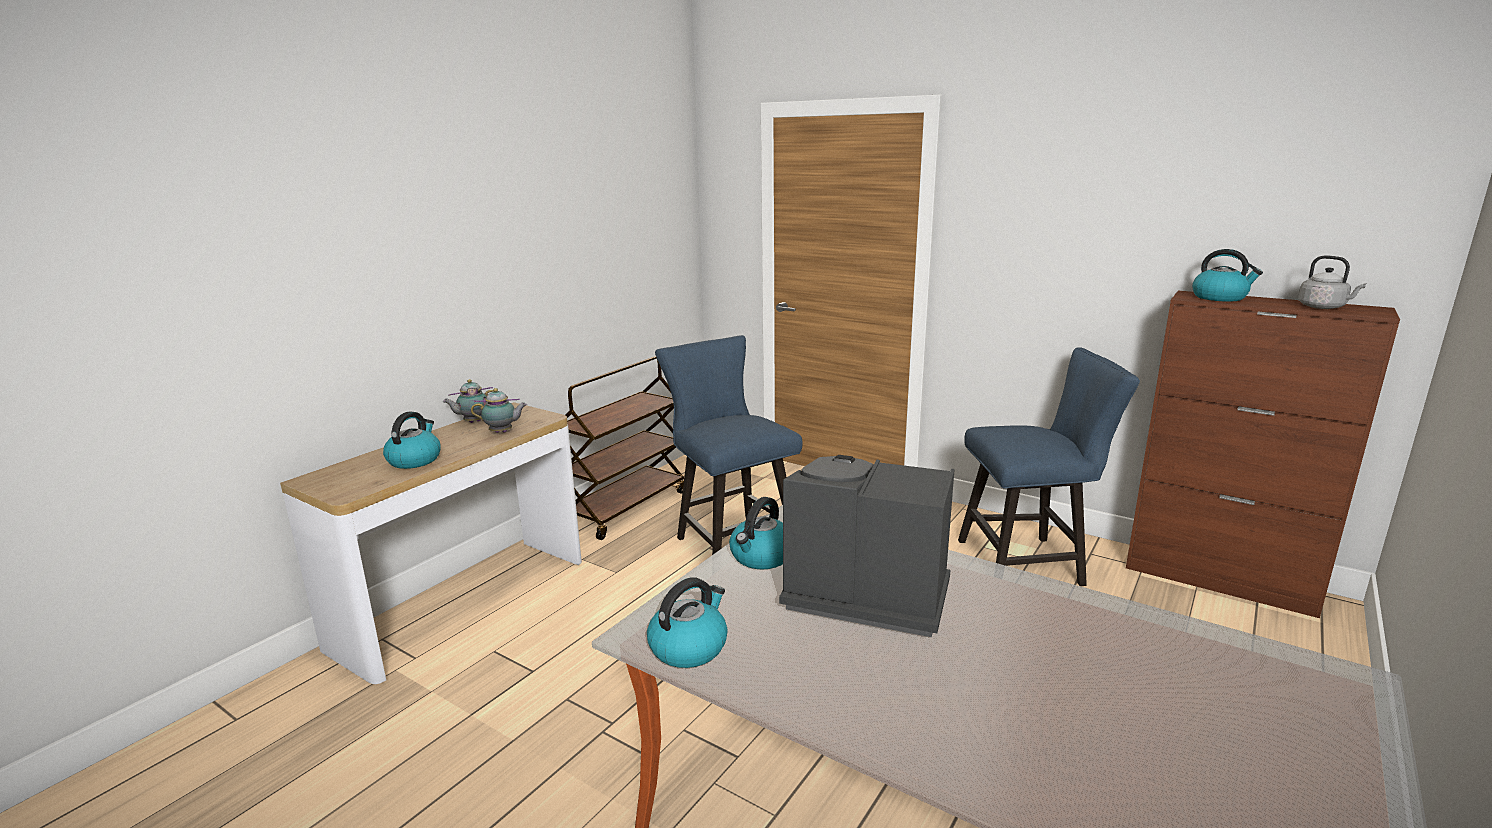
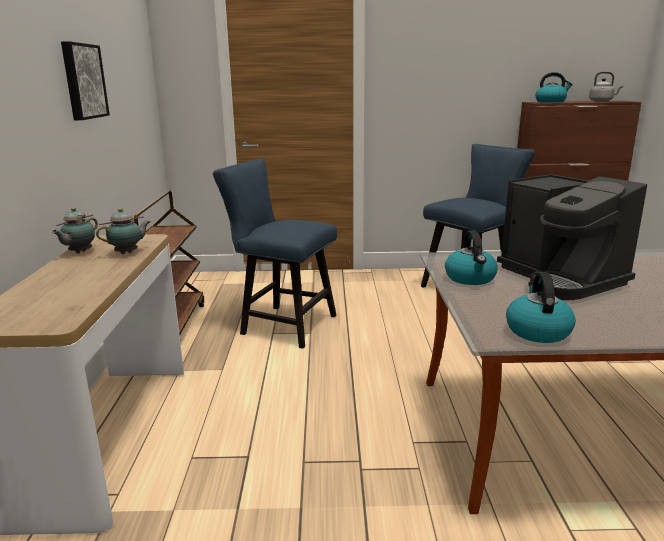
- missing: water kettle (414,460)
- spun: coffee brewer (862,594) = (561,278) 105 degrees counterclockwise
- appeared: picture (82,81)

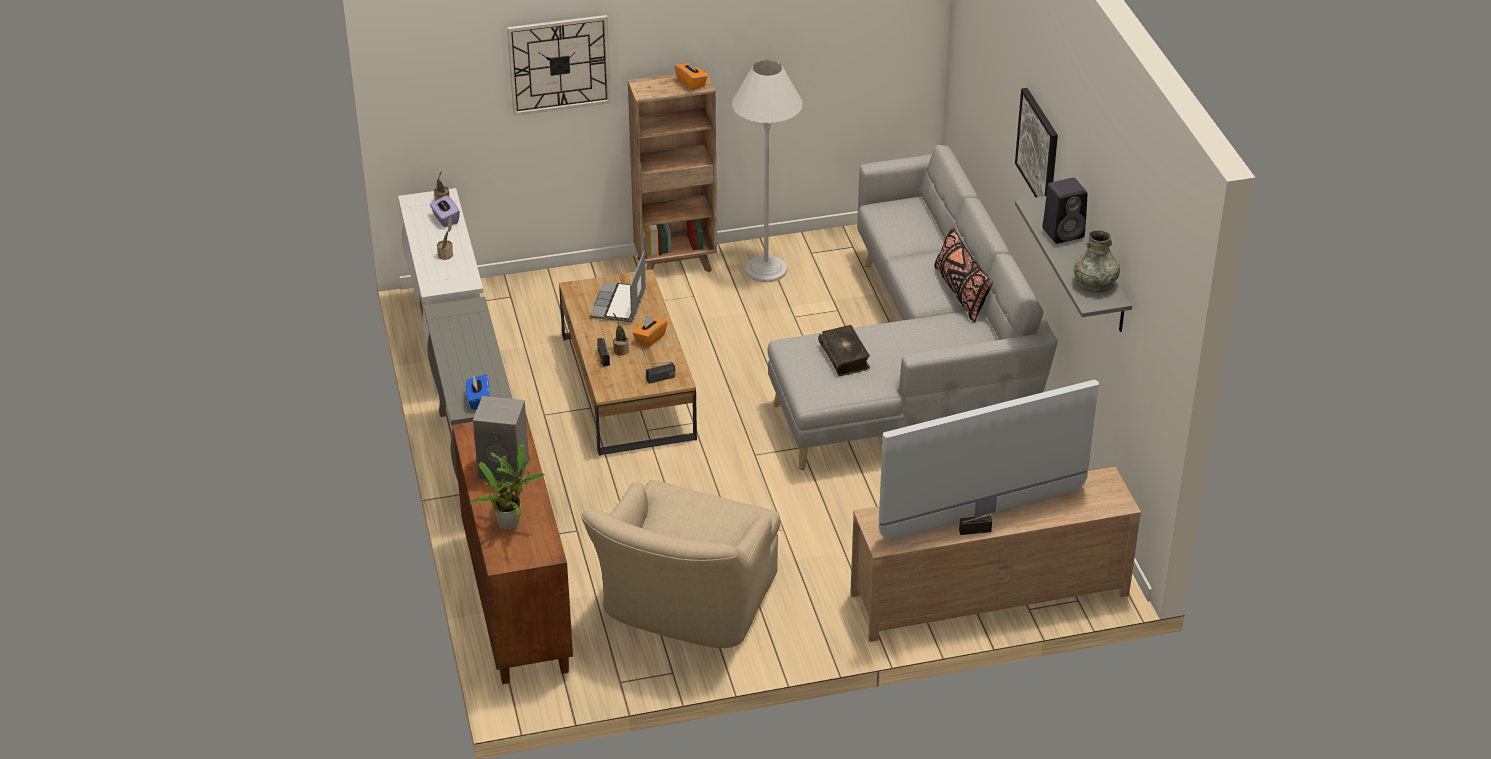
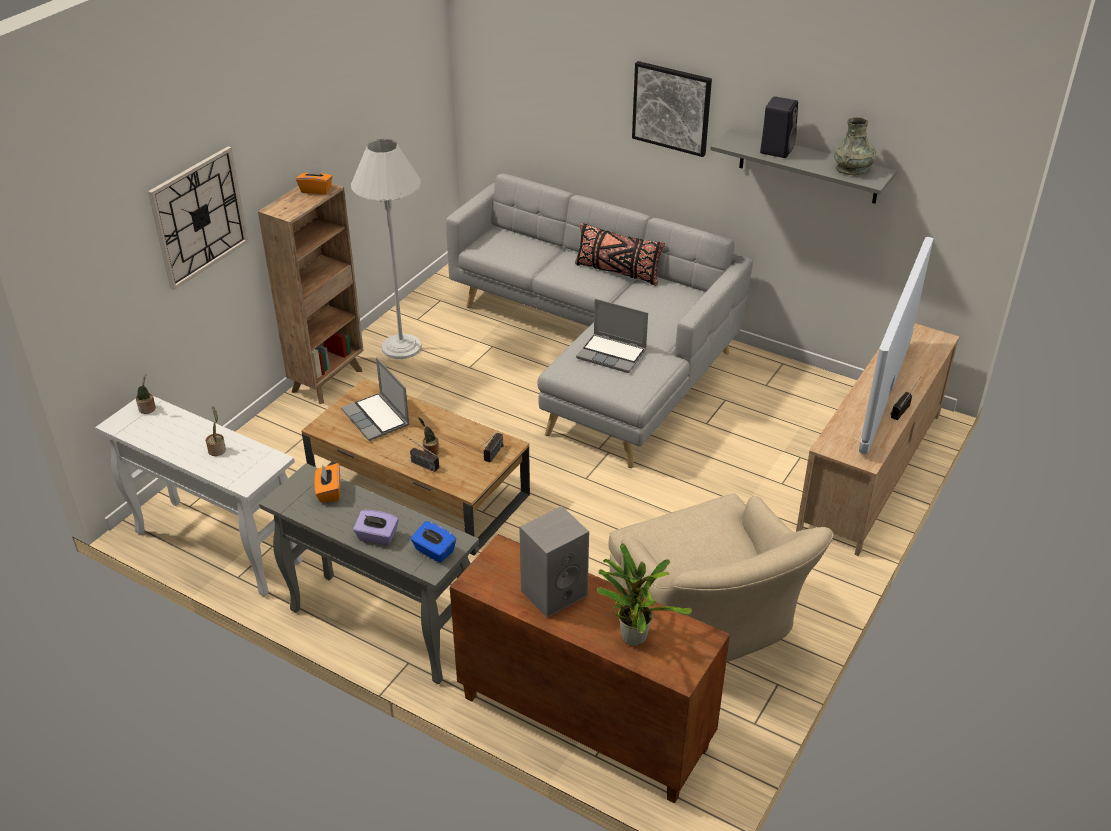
- relocated: purplish box of tissues (445,219) to (377,537)
- relocated: orangey box of tissues (650,338) to (329,492)
- exchanged: bound book (845,356) to portable computer (612,354)

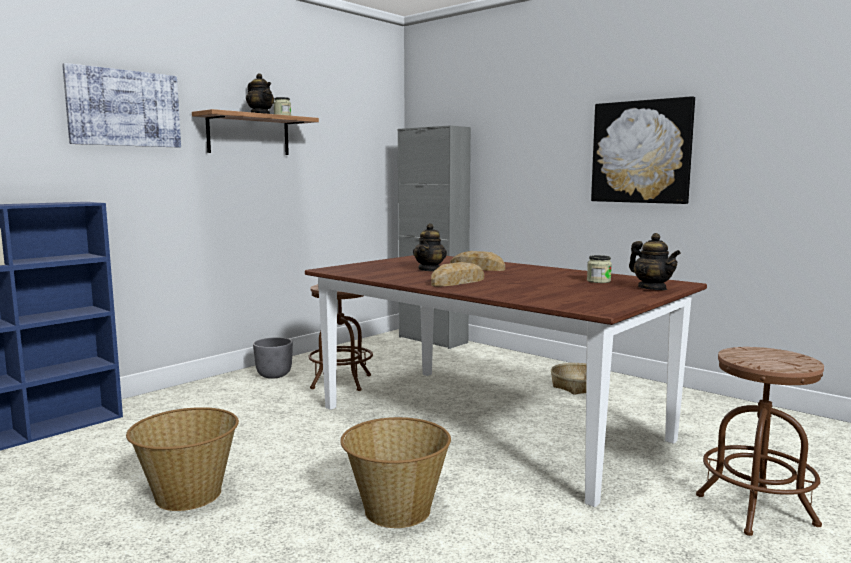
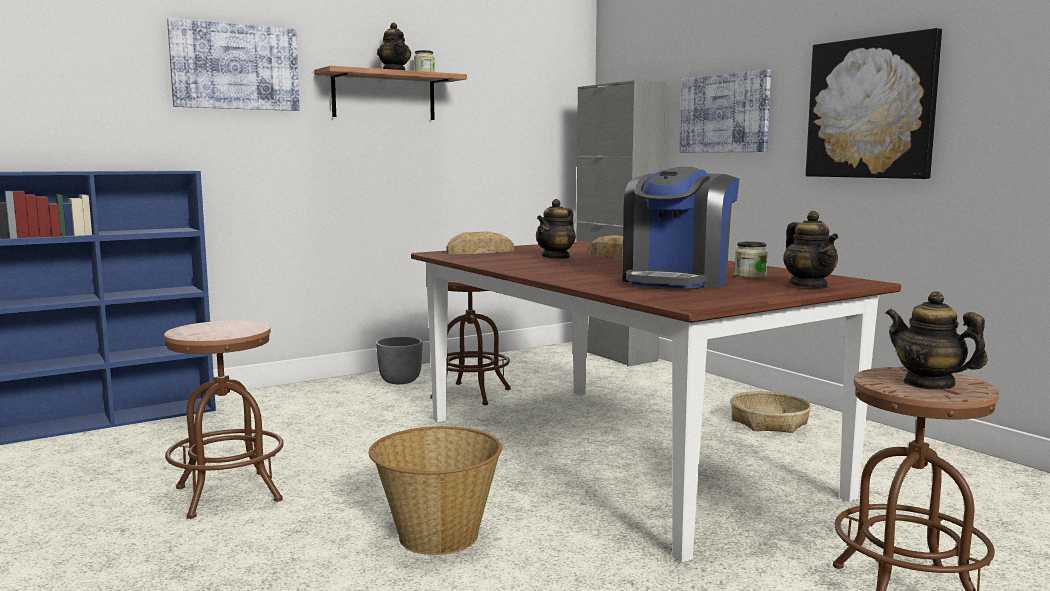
- exchanged: basket (188,495) to brown sitting stool (228,494)
- relocated: bakery bread (458,282) to (480,252)
- appeared: coffee brewer (677,281)
- appeared: picture (724,113)
- appeared: pot for tea (929,384)

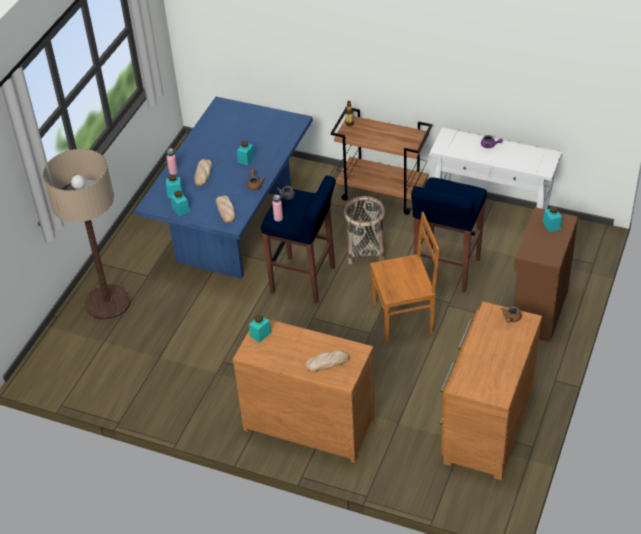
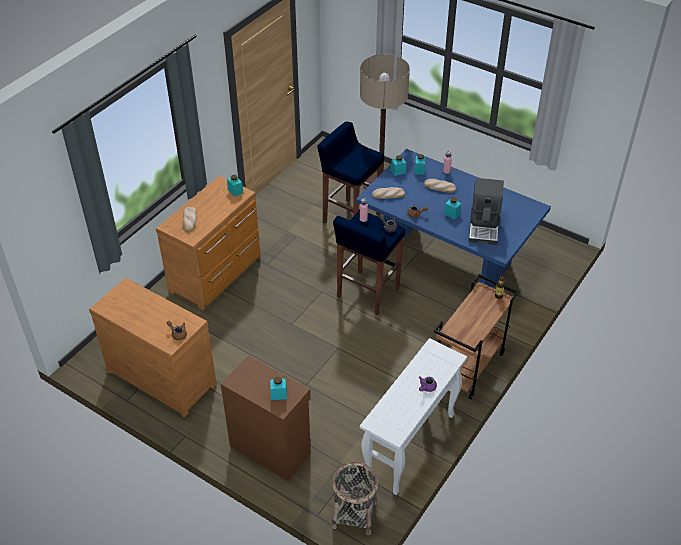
- relocated: basket (365,251) to (354,514)
- missing: brown chair (404,318)
- relocated: blue sitting stool (446,270) to (350,218)
- appeared: coffee brewer (484,227)

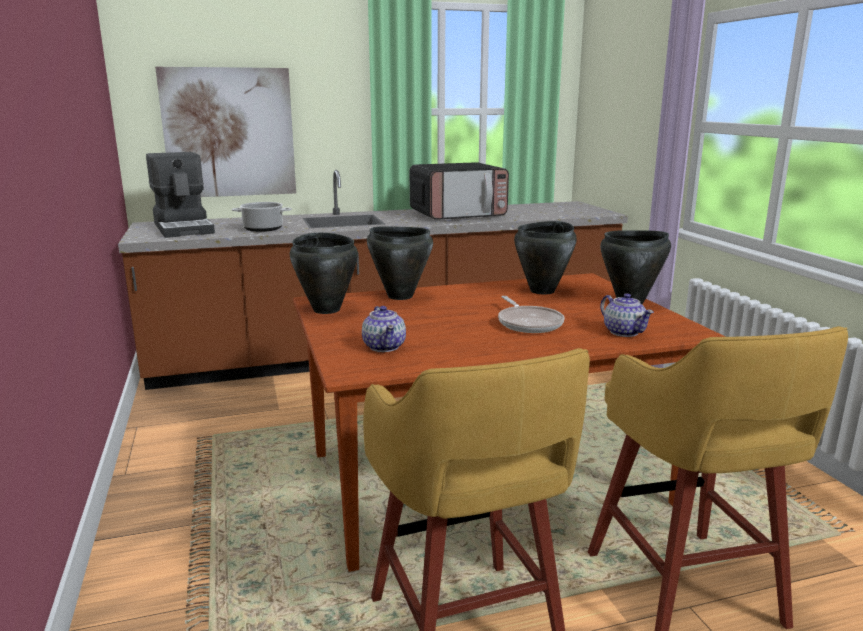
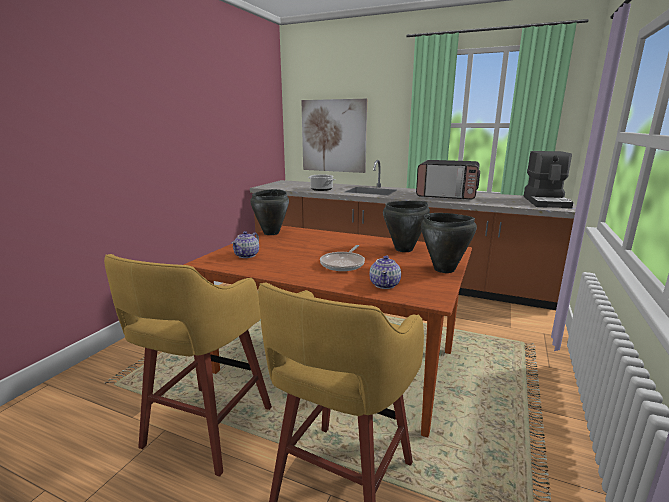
- relocated: coffee brewer (184,228) to (546,202)
- missing: black-coloured saucepot (400,296)

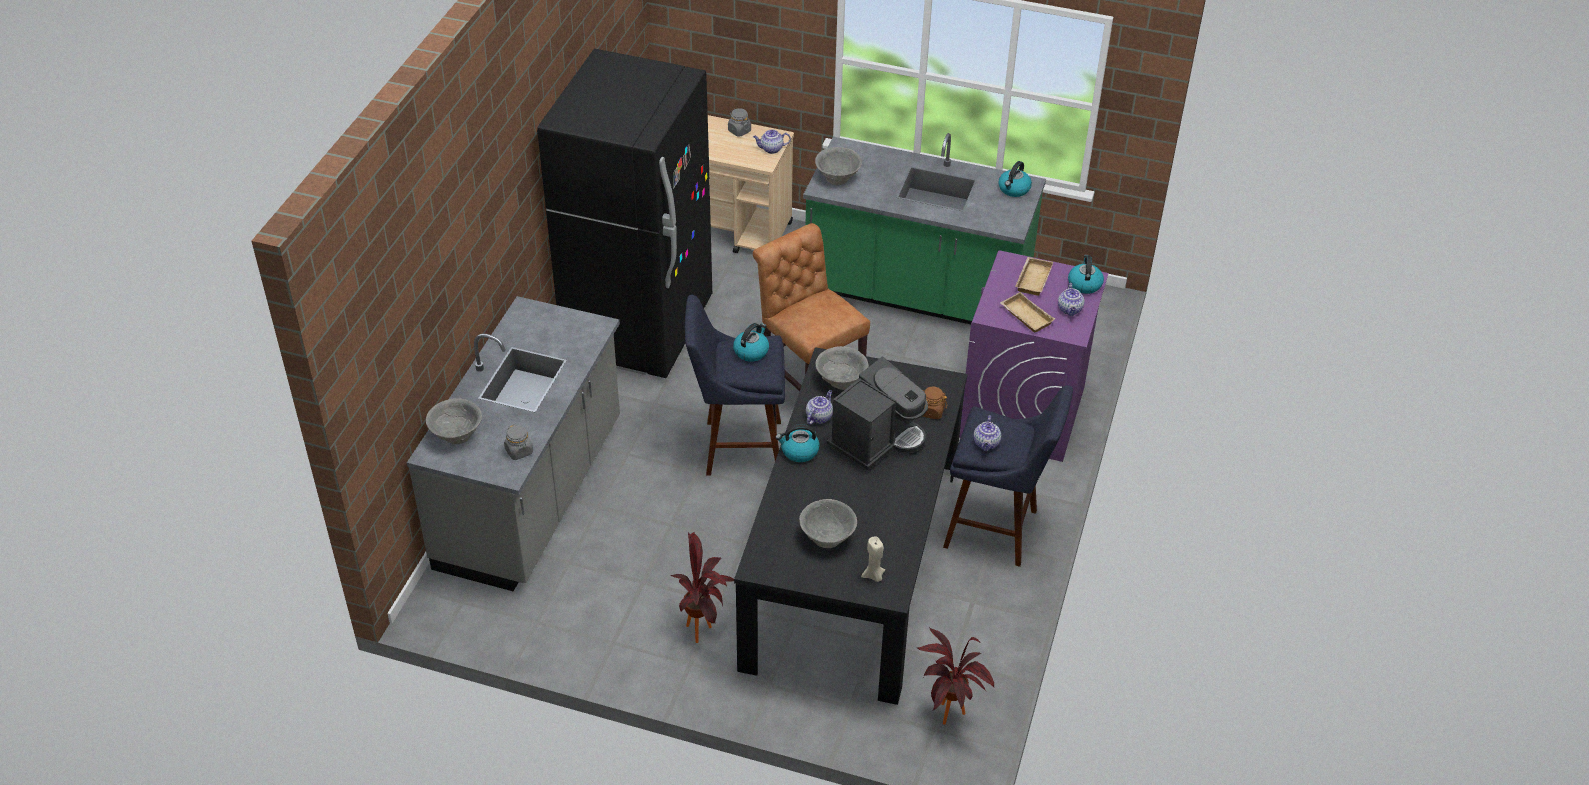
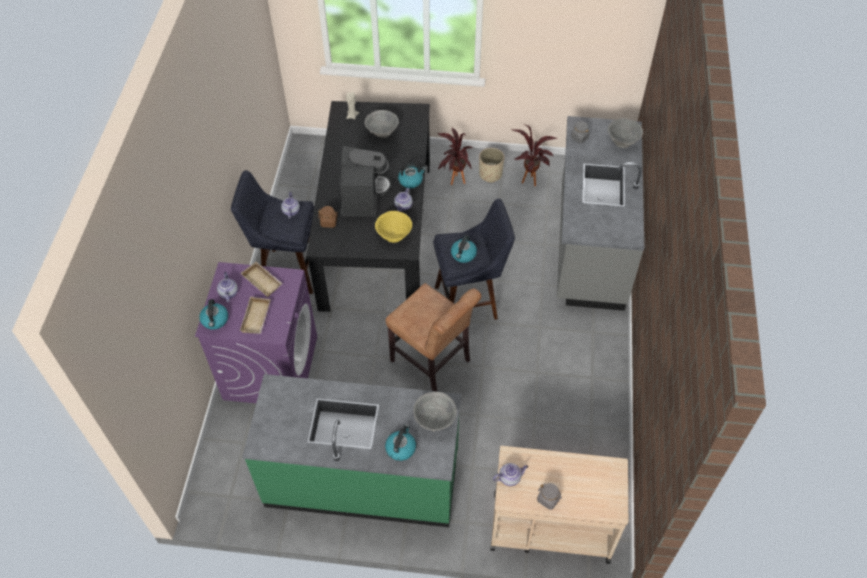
- missing: black-coloured fridge (639,328)
- colour: grey serving bowl (841,381) to yellow-coloured serving bowl (394,235)
- spun: coffee brewer (877,439) = (362,196) 150 degrees clockwise
- relocated: plant in a pot (948,720) to (530,178)
- relocated: water kettle (1014,189) to (400,448)
- appeared: sand-coloured plant pot (490,174)

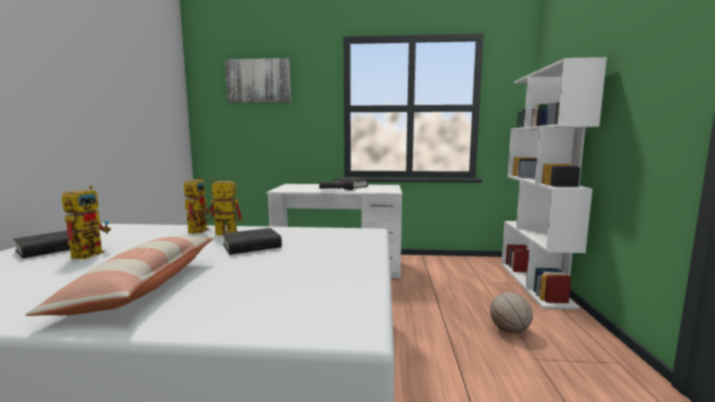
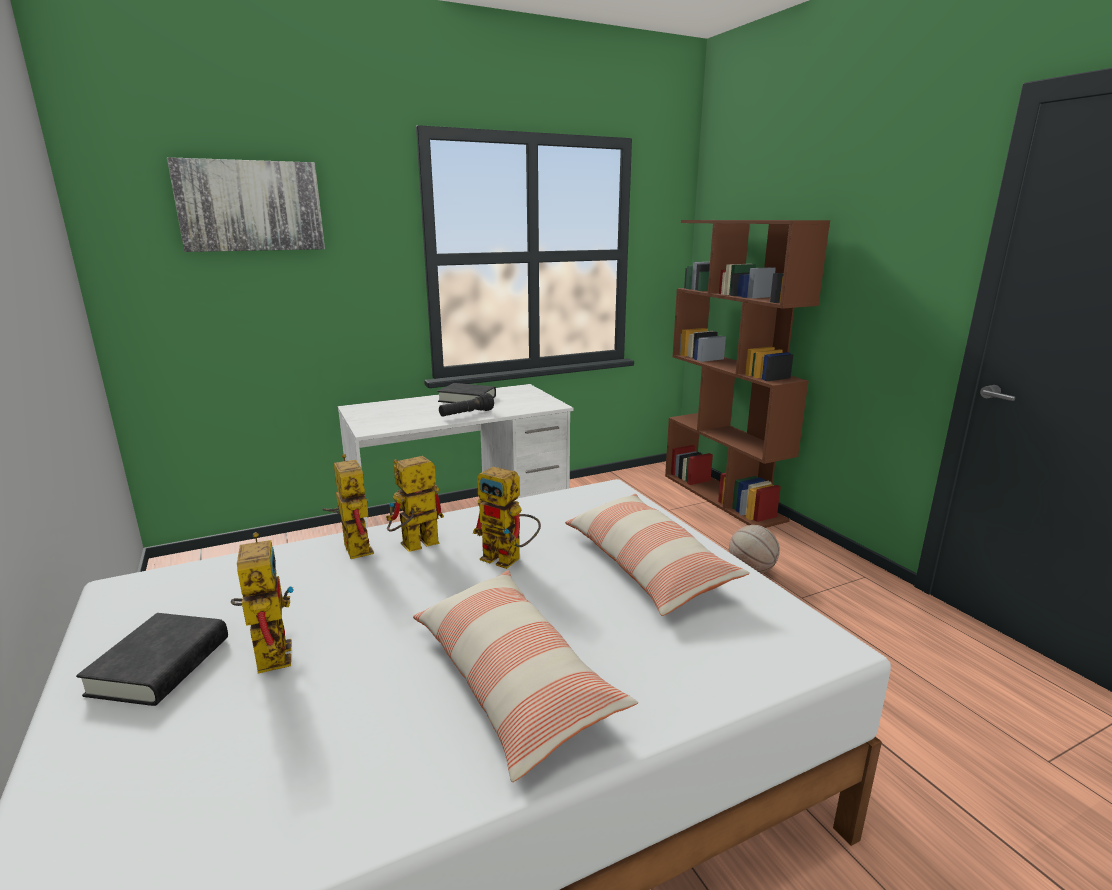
- exchanged: black-coloured bound book (252,246) to model robot (509,559)
- colour: whitish bookshelf (535,283) to brown bookshelf (723,497)
- appeared: pillow (646,566)

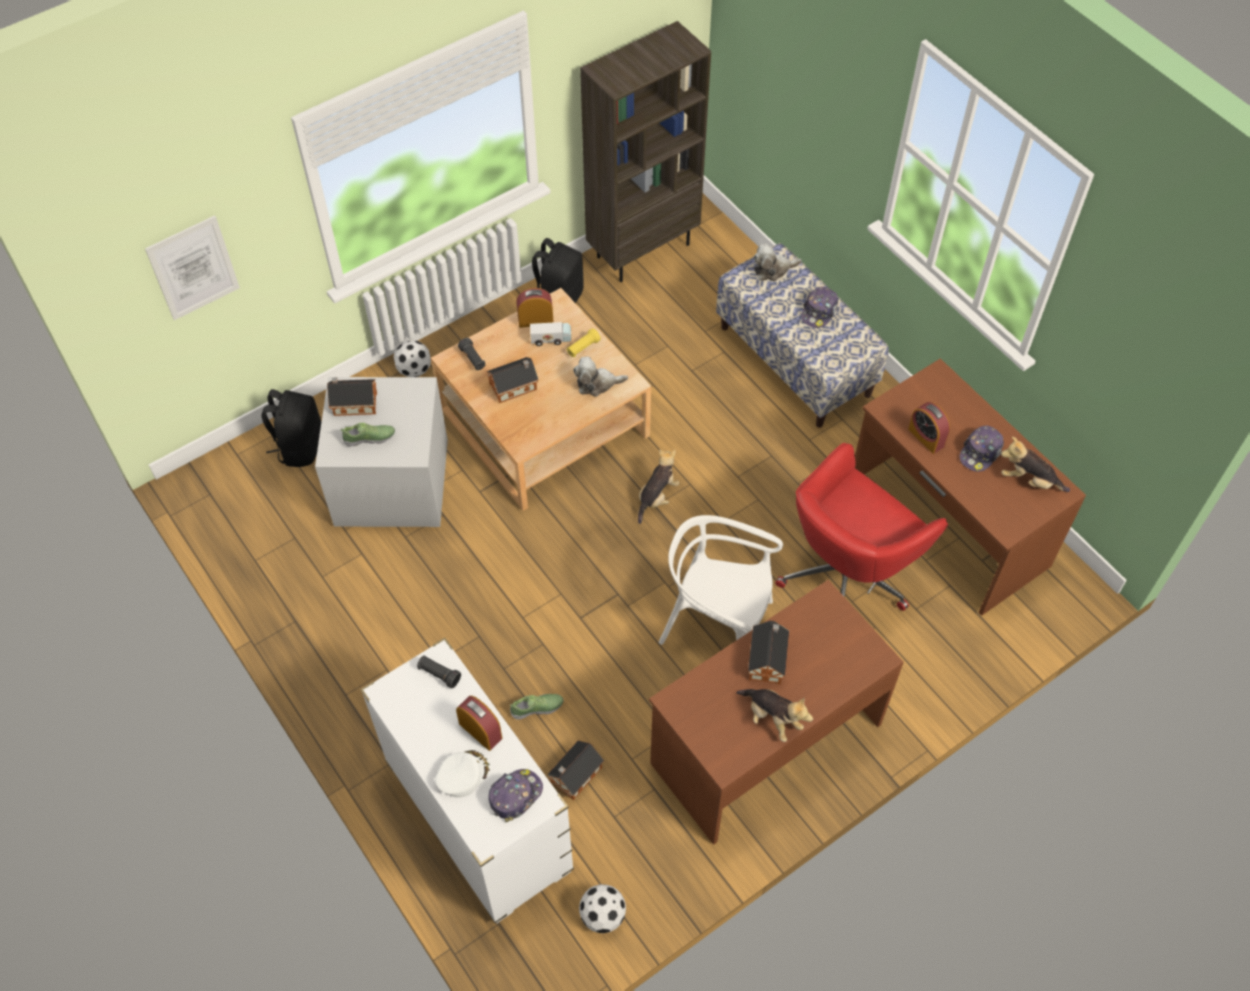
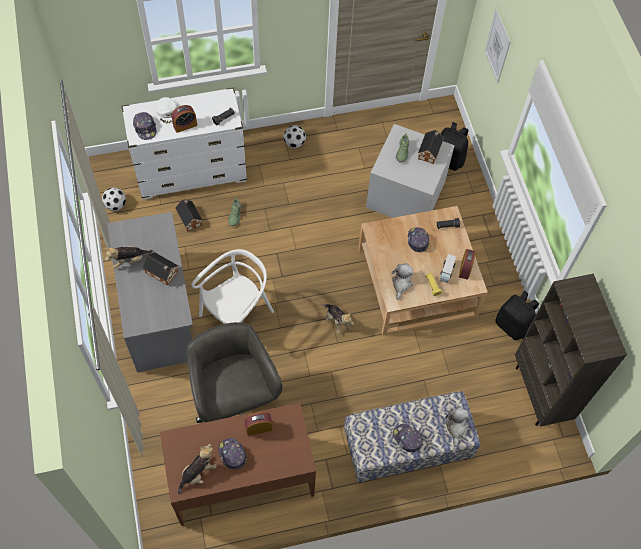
- relocated: football (414,369) to (294,143)
- exchanged: model house (515,386) to cap (417,240)
- colour: brown desk (764,742) to grey desk (159,310)
- colour: reddish office chair (846,576) to grey office chair (234,400)

